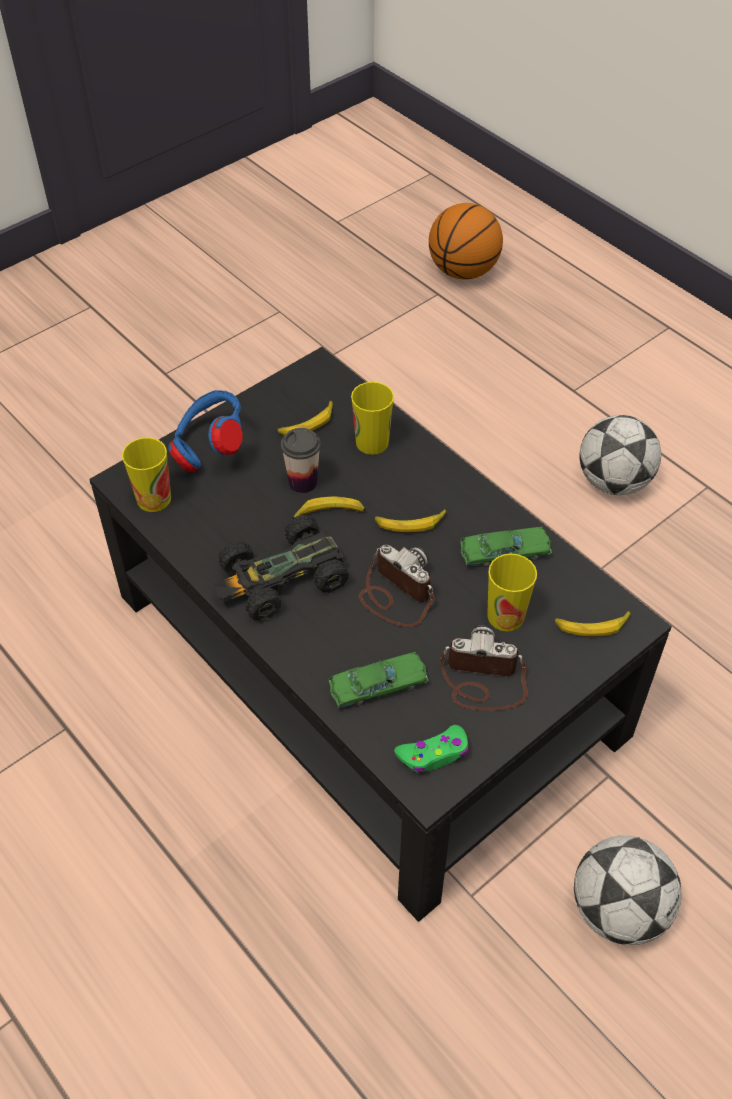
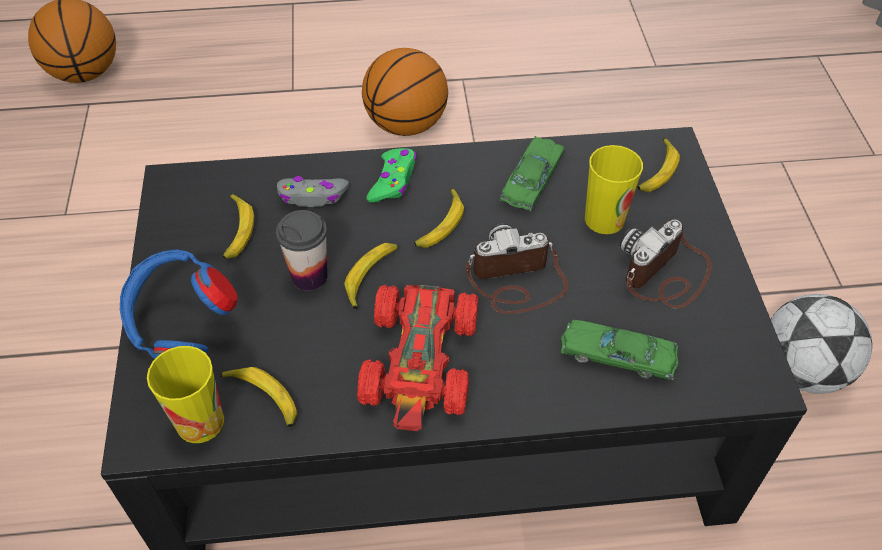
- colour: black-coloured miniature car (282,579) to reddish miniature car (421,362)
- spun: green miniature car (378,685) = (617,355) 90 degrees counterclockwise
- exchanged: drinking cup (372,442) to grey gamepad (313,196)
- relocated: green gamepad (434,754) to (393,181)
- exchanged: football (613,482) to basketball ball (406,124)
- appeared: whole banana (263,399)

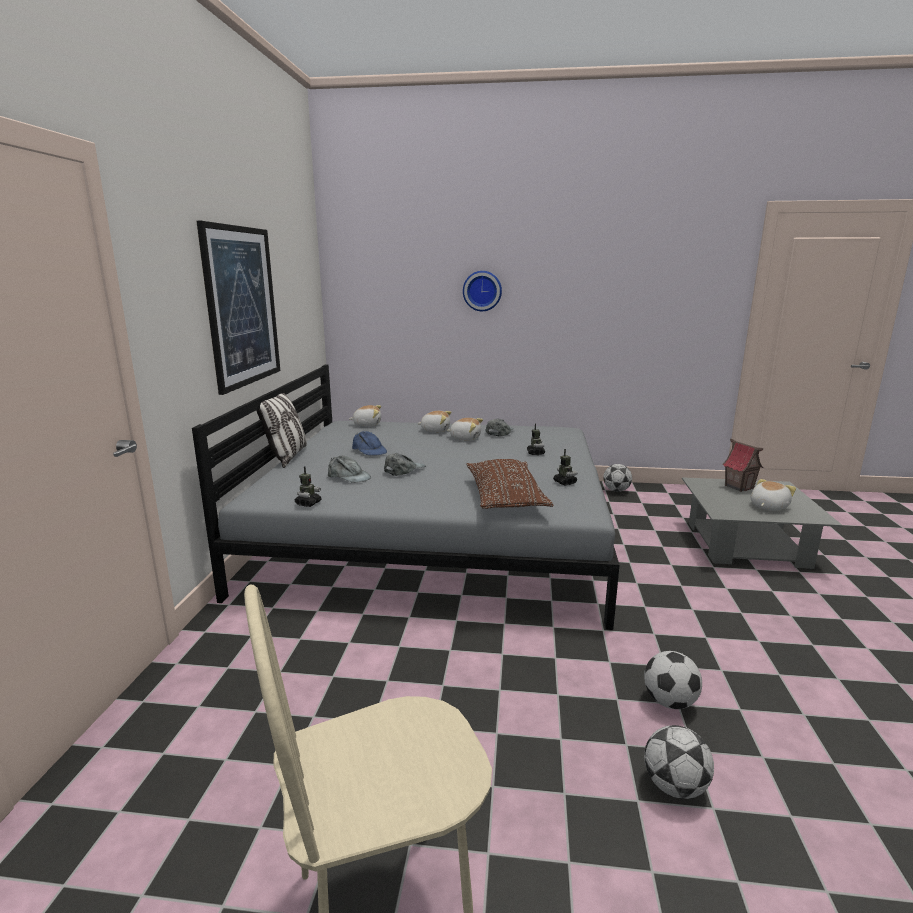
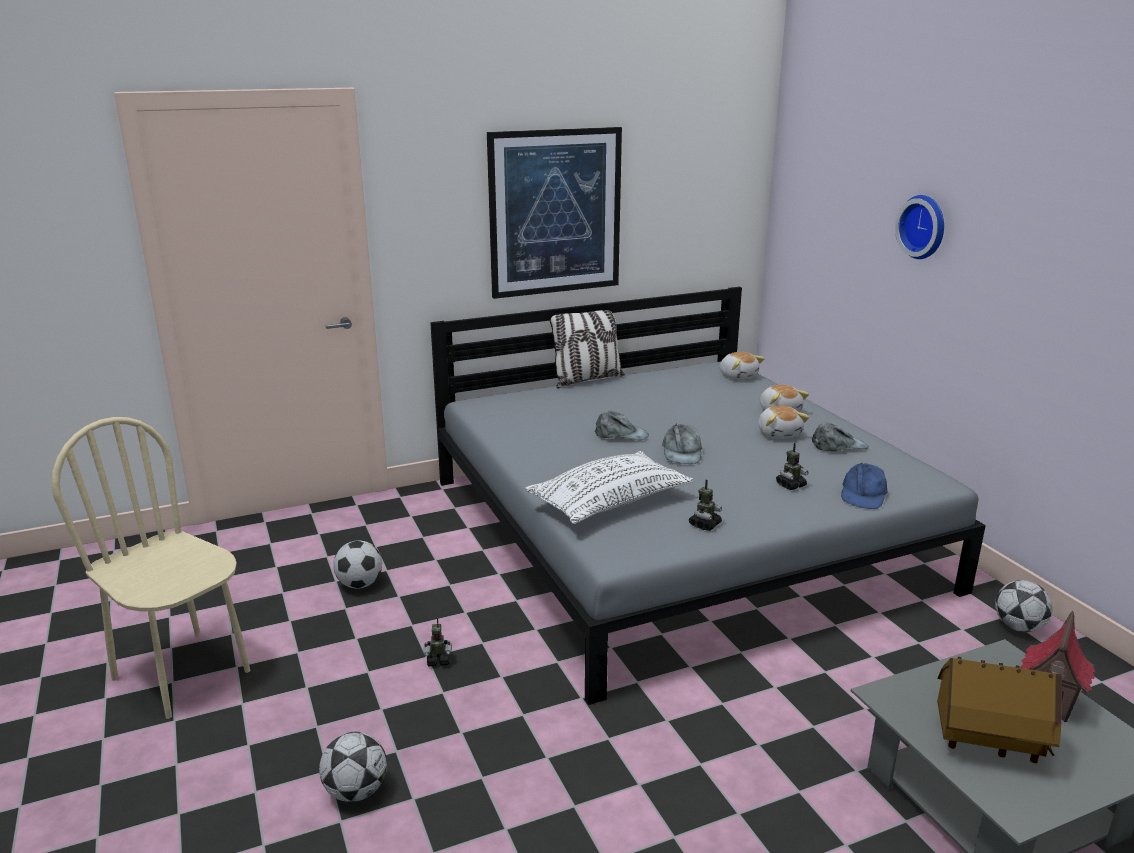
- relocated: model robot (308,503) to (438,660)
- relocated: grey cap (348,476) to (681,452)
- relocated: blue cap (369,450) to (863,494)
- colour: brown pillow (505,497) to whitish pillow (609,502)
- relocated: football (669,702) to (360,584)
- exchanged: plush toy (767,506) to model house (988,743)

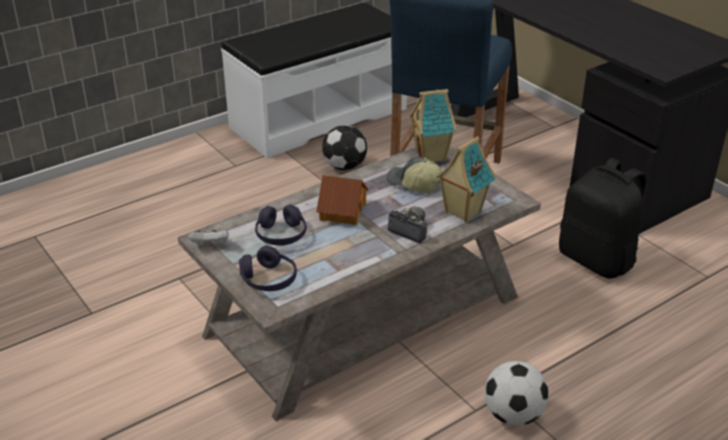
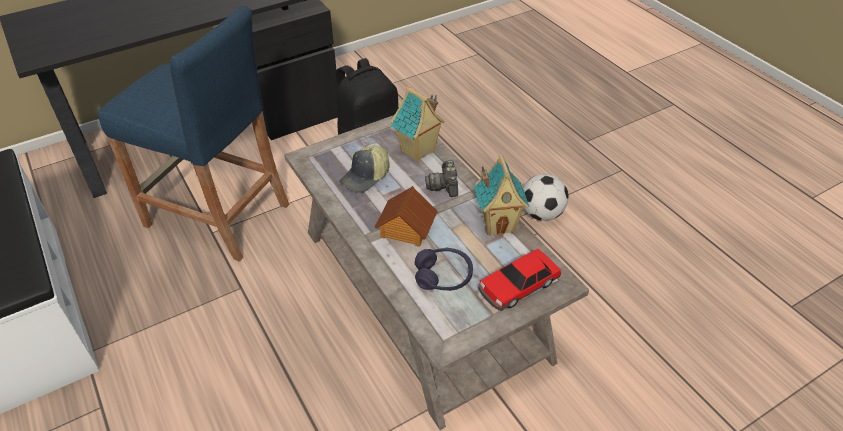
- missing: whitish gamepad (210,245)
- exchanged: purplish headphones (268,279) to miniature car (518,286)
- missing: football (345,166)
- spun: photo camera (410,231) = (444,186) 45 degrees counterclockwise
- relocated: model house (432,156) to (498,224)

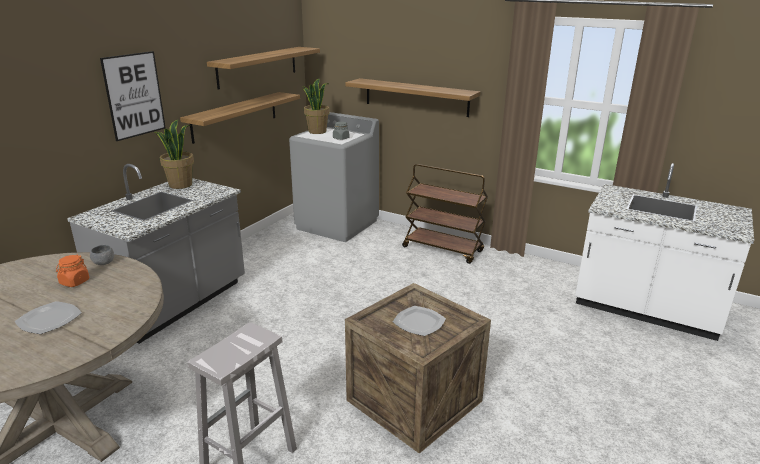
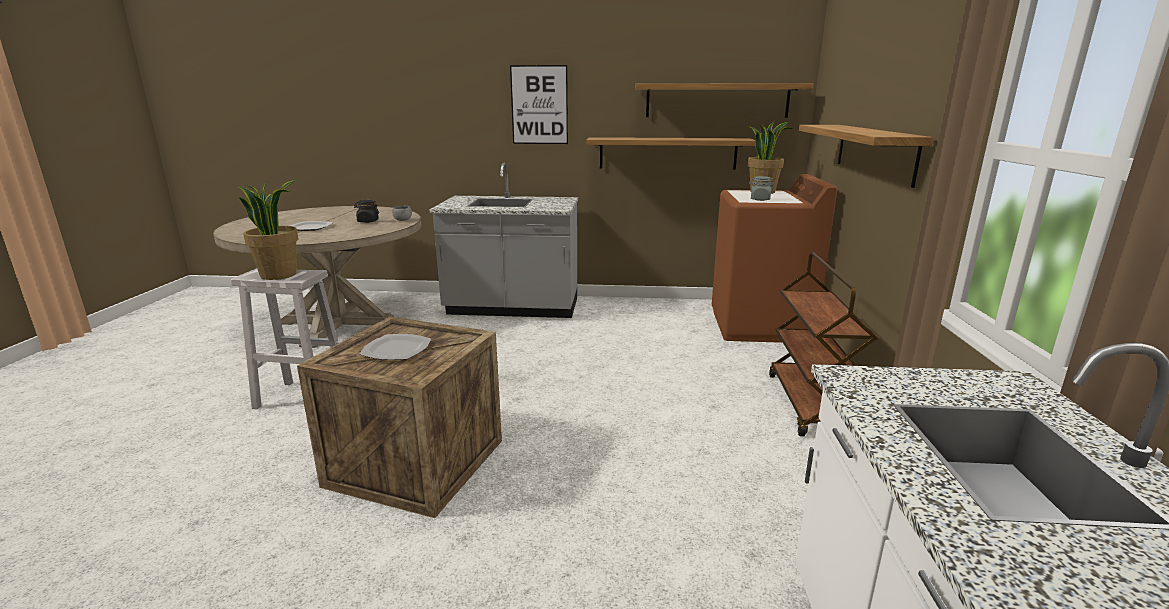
- colour: orangey storage jar (74,282) to black-coloured storage jar (368,221)
- relocated: plant in a pot (180,185) to (279,274)
- colour: grey laundry machine (337,225) to brown laundry machine (760,326)

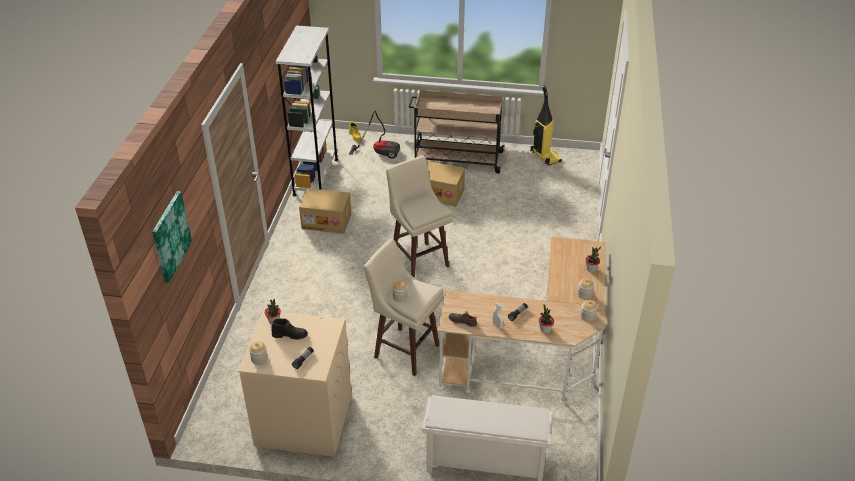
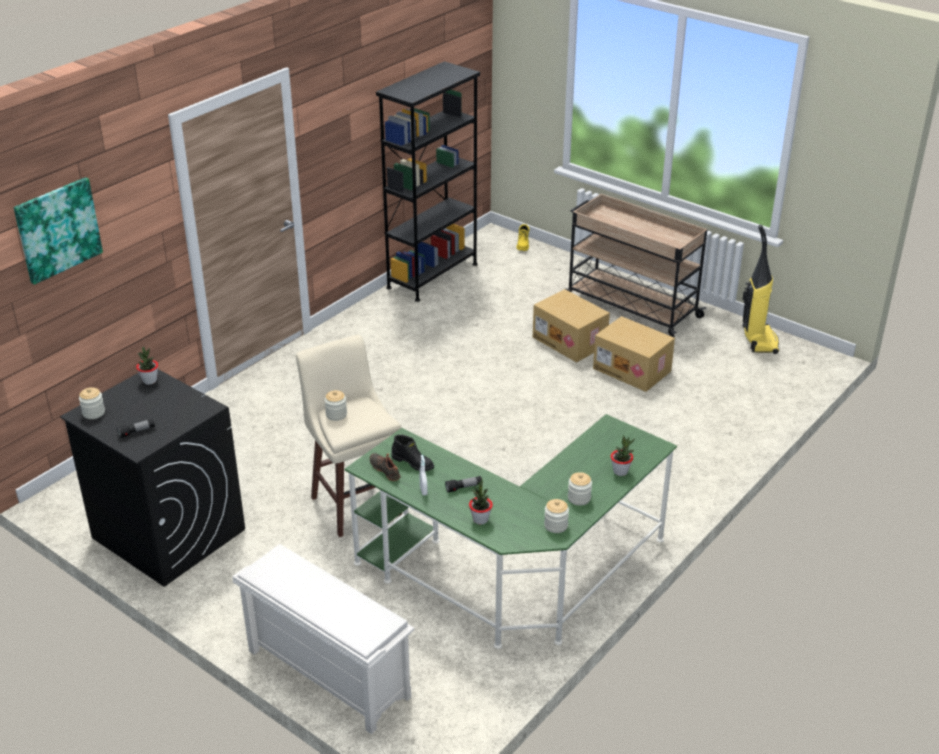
- colour: sand-coloured laundry machine (303,421) to black-coloured laundry machine (167,533)
- relocated: black-coloured tall boot (290,335) to (413,462)
- colour: whitish bookshelf (315,177) to black-coloured bookshelf (432,276)
- relocated: carton (327,221) to (633,369)
- missing: hoover (379,151)
- missing: sand-coloured sitting stool (419,260)
- colour: sand-coloured desk (536,355) to green desk (515,576)

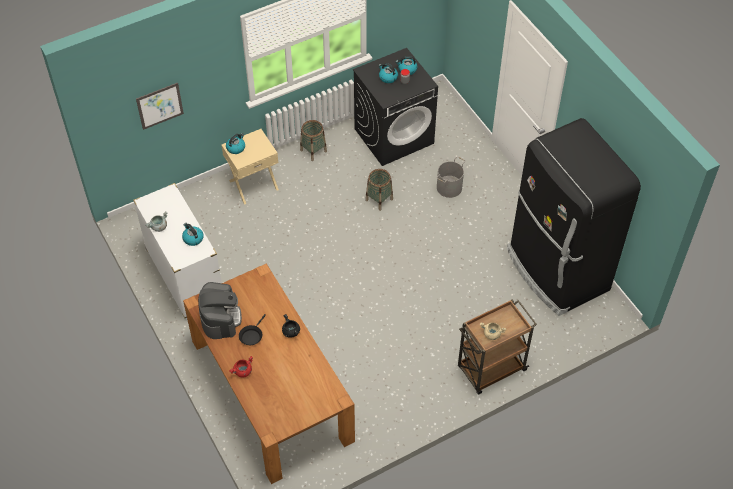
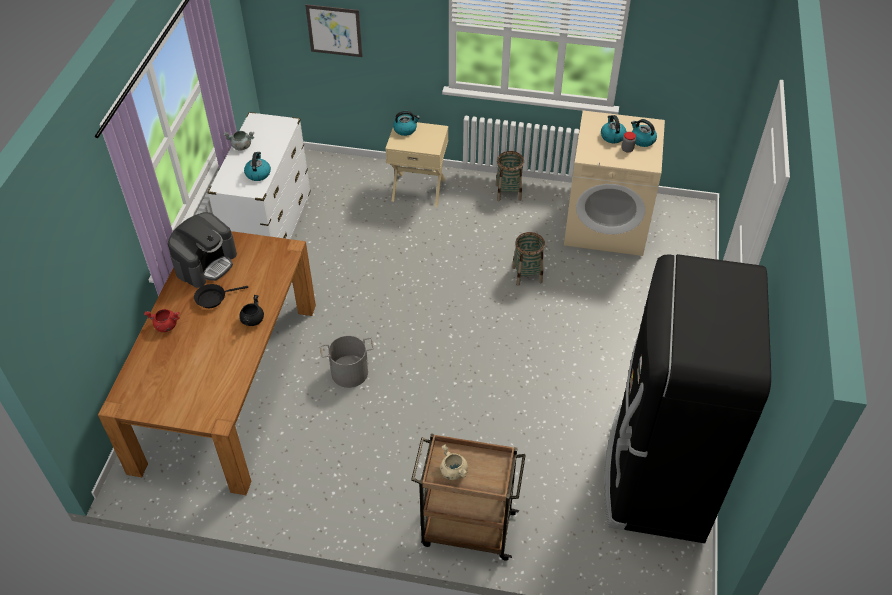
- colour: black-coloured laundry machine (394,135) to sand-coloured laundry machine (606,224)
- relocated: grey bucket (449,187) to (349,373)

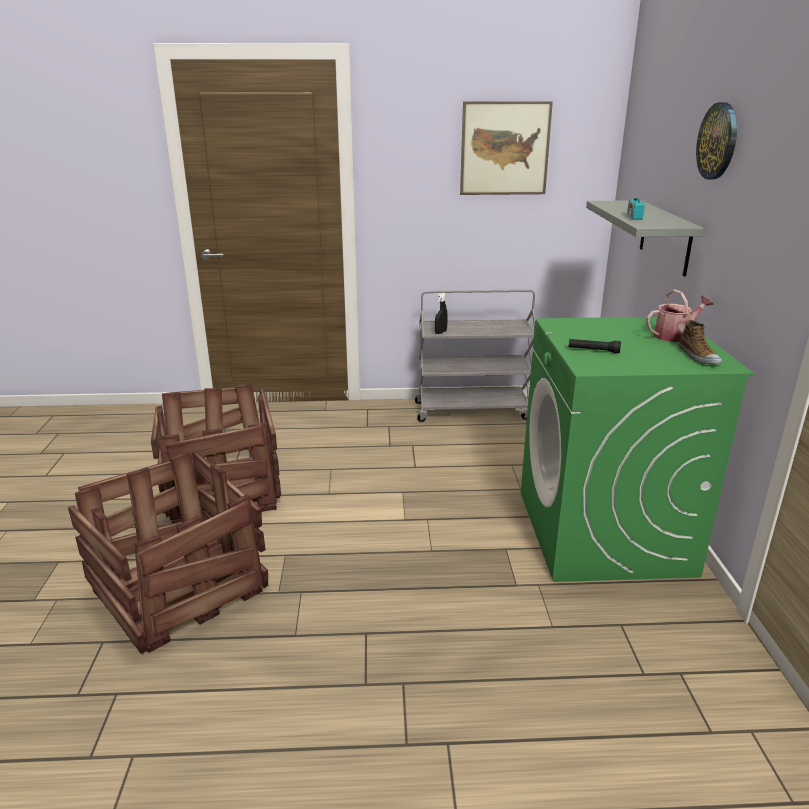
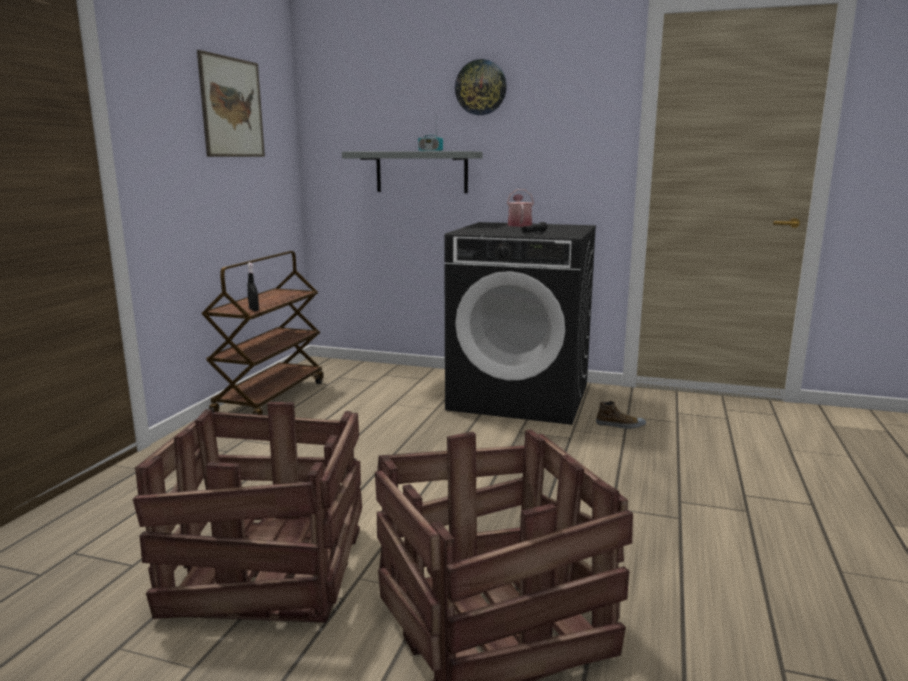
- colour: grey trolley (472,410) to brown trolley (270,398)
- colour: green laundry machine (604,533) to black-coloured laundry machine (520,397)
- relocated: shoe (697,356) to (620,425)

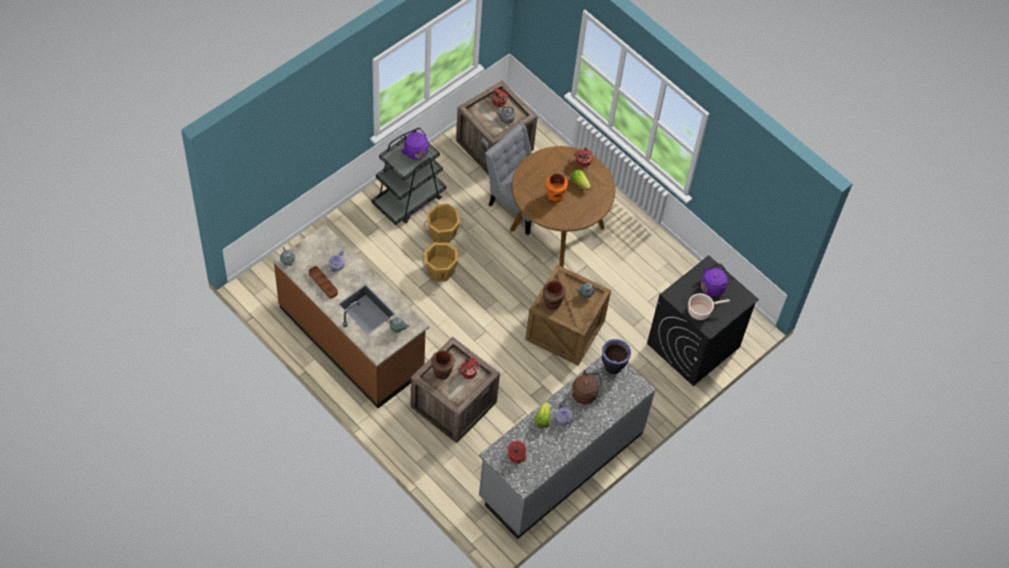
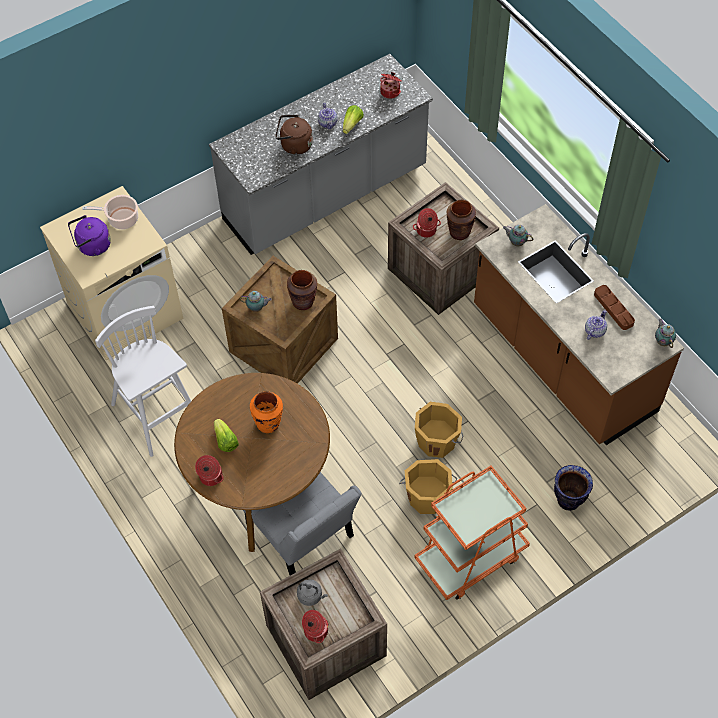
- colour: black-coloured trolley (409,200) to orangey trolley (470,557)
- missing: purplish water kettle (414,151)
- relocated: flower vase (612,367) to (569,501)
- colour: black-coloured laundry machine (693,345) to sand-coloured laundry machine (125,310)
- appeared: whitish sitting stool (158,415)

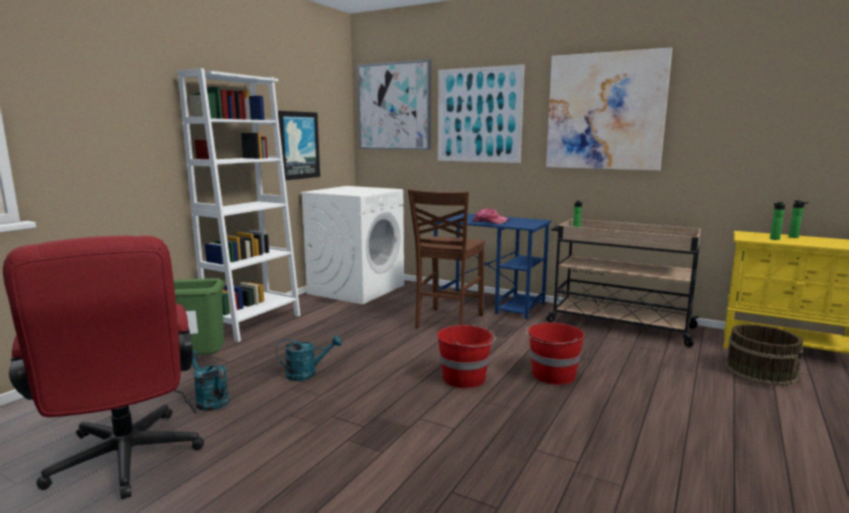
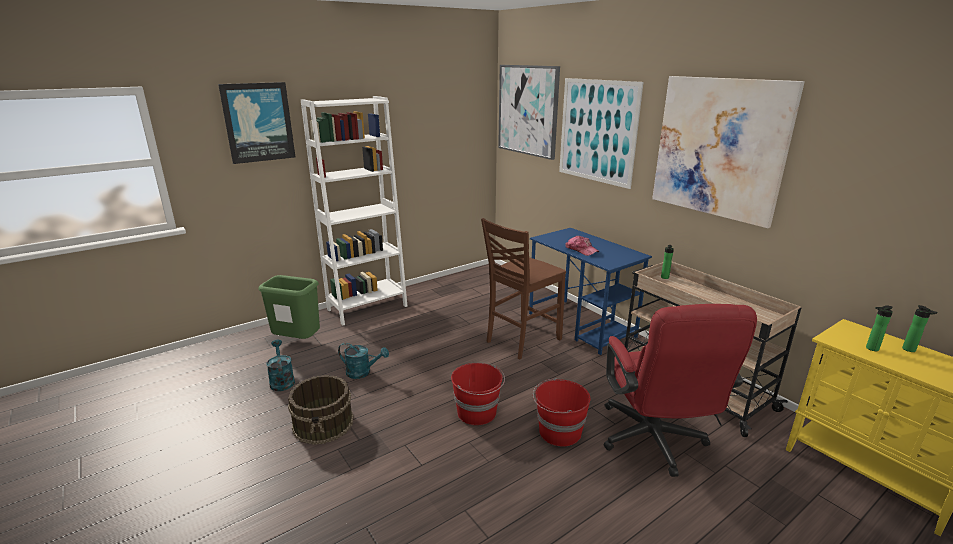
- relocated: reddish office chair (125,463) to (654,443)
- relocated: picture (298,145) to (258,122)
- missing: whitish laundry machine (356,289)
- relocated: brown bucket (761,371) to (324,423)

